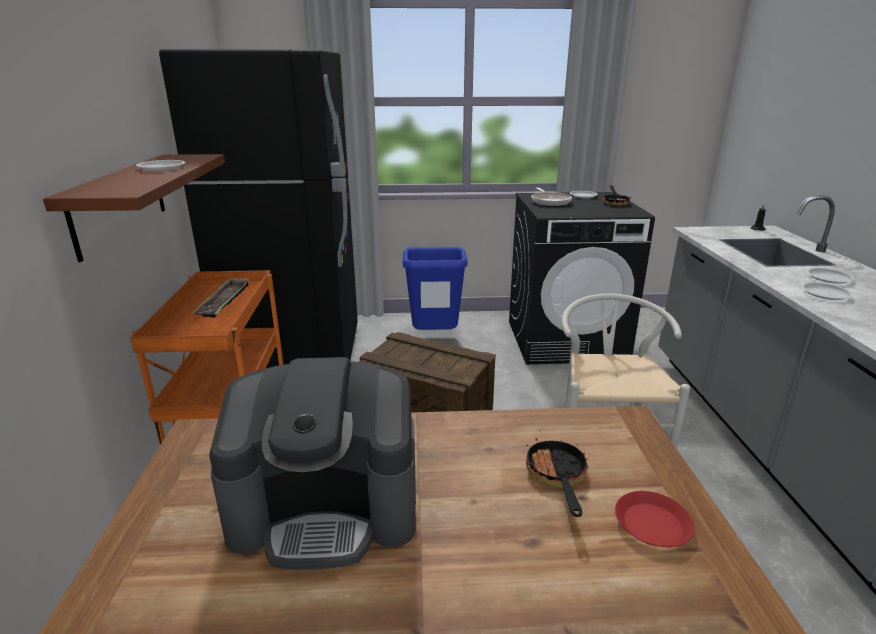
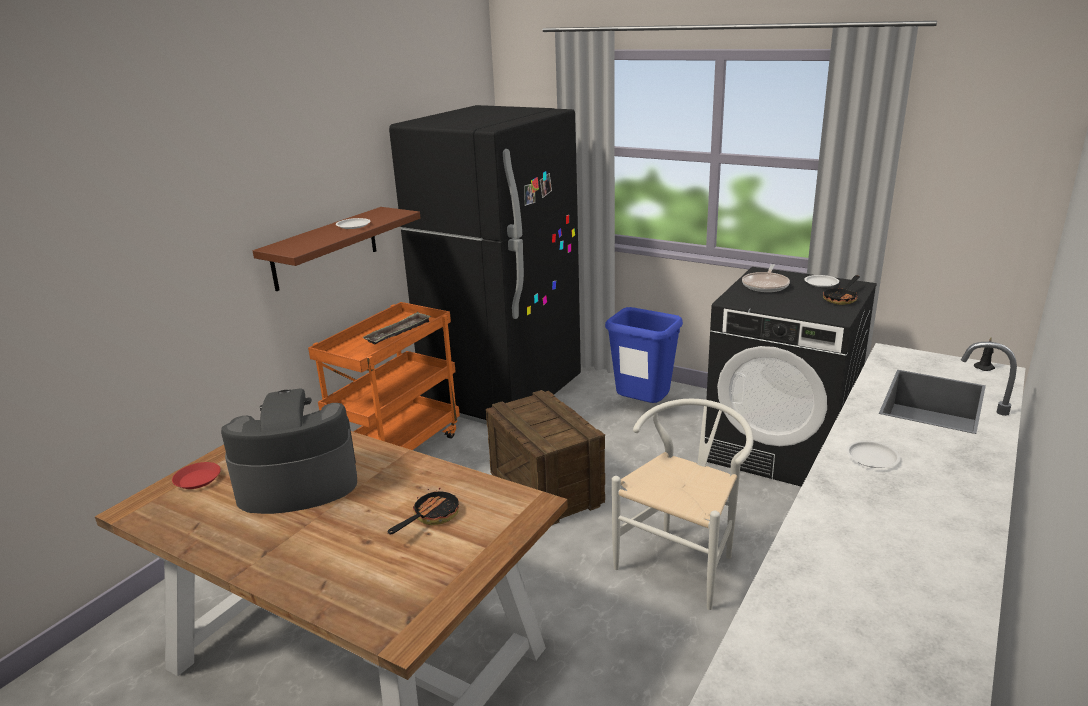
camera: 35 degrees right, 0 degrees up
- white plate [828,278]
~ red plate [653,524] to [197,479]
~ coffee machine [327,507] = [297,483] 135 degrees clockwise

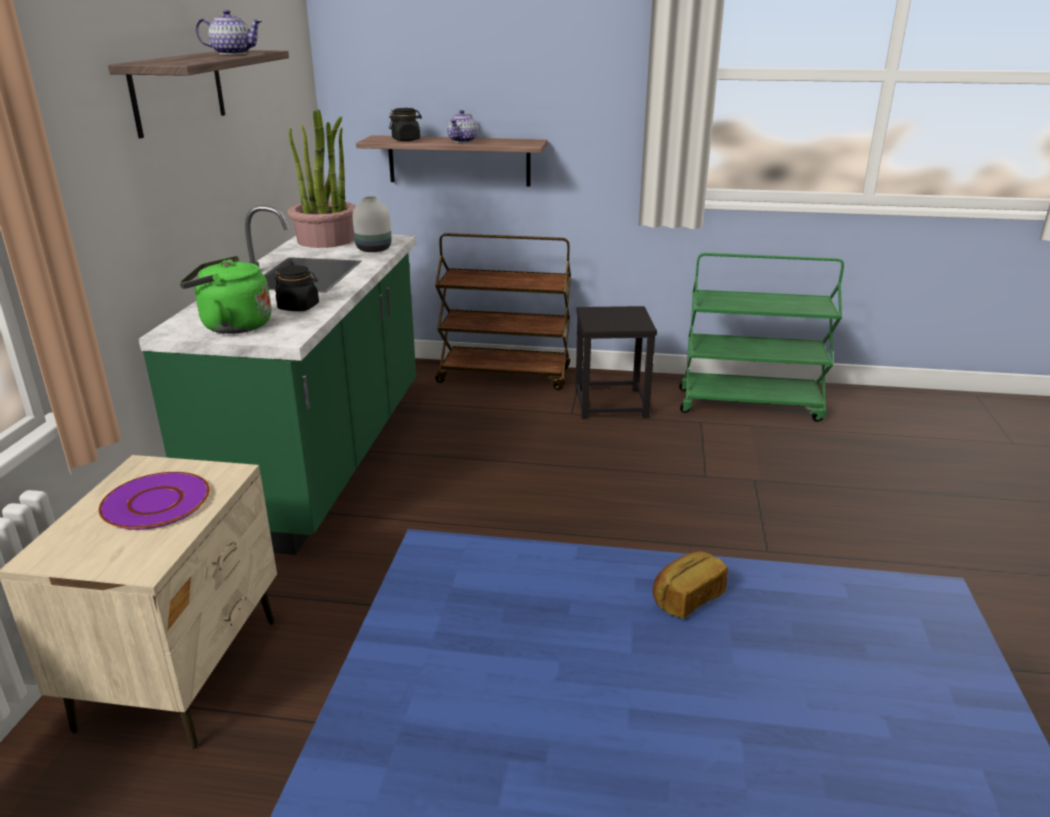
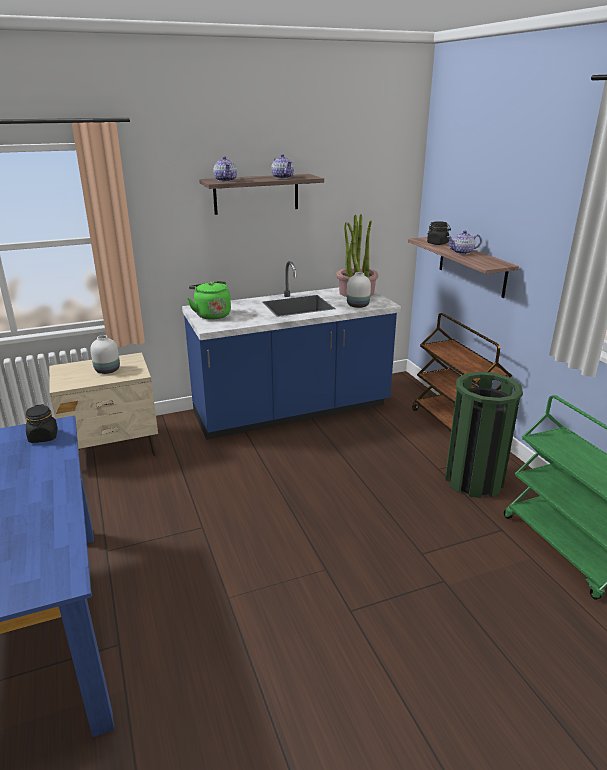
camera: 60 degrees right, 0 degrees up
- baked bread [686,598]
+ pot for tea [226,180]
~ black-coloured jar [299,307] to [43,437]
~ purple plate [155,503] to white vase [106,370]
~ black-coloured stool [610,404] to greenish trash can [473,480]
~ greenish kitchen counter [324,458] to blue-coloured kitchen counter [292,411]

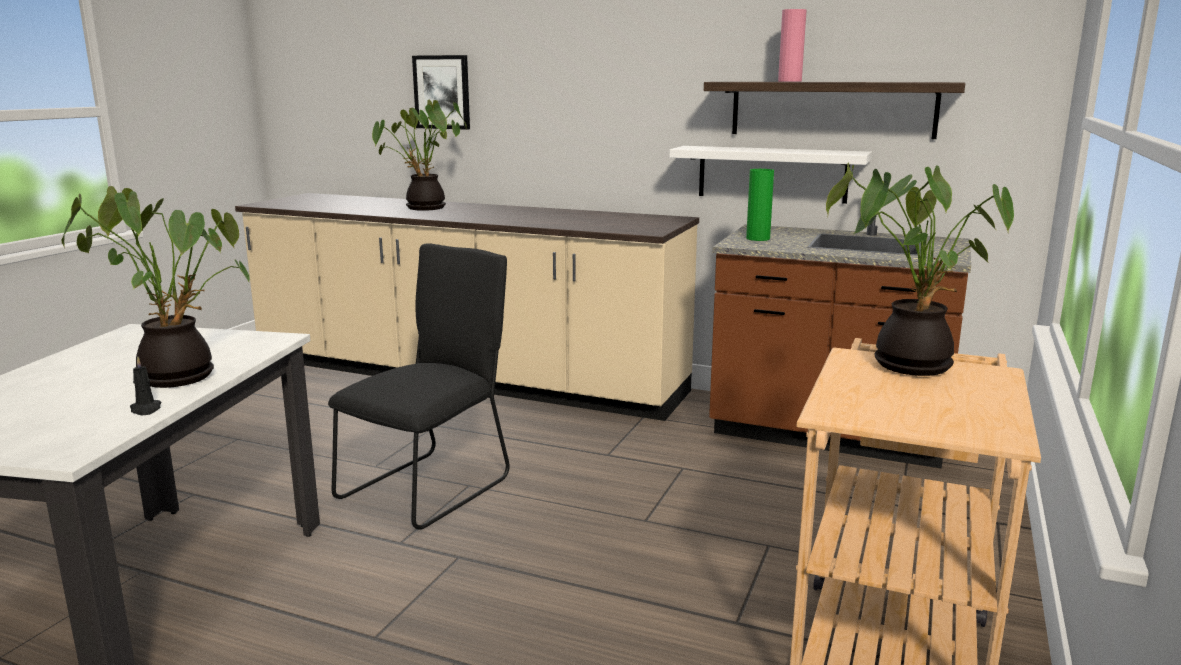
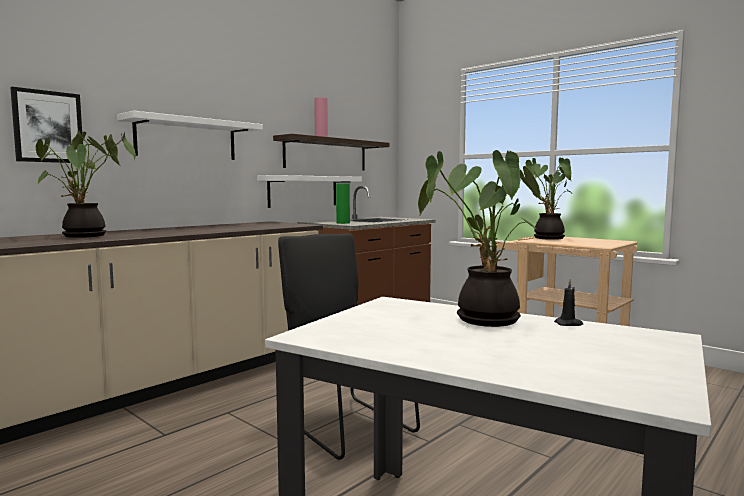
camera: 70 degrees left, 10 degrees down
+ white bracket shelf [186,139]

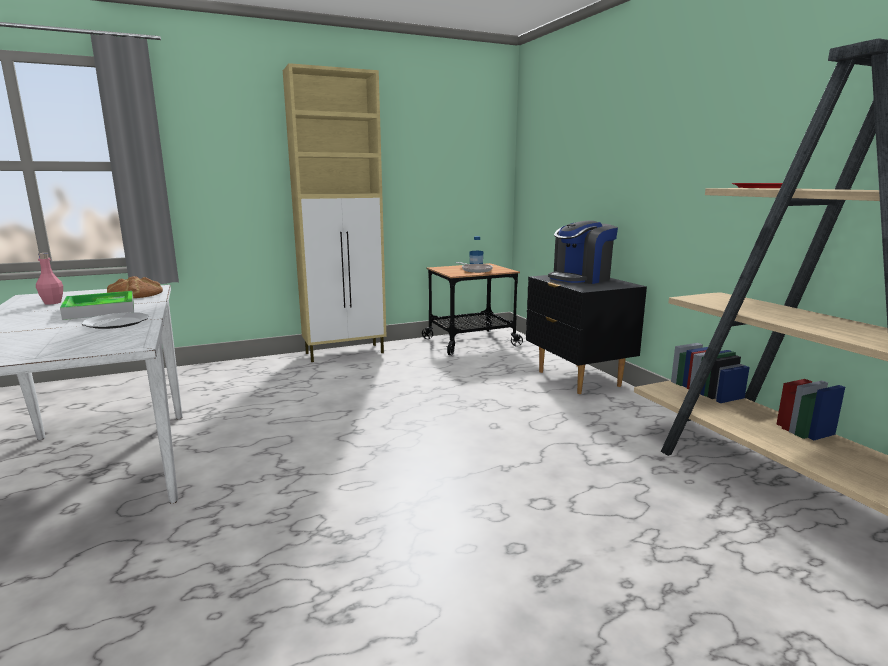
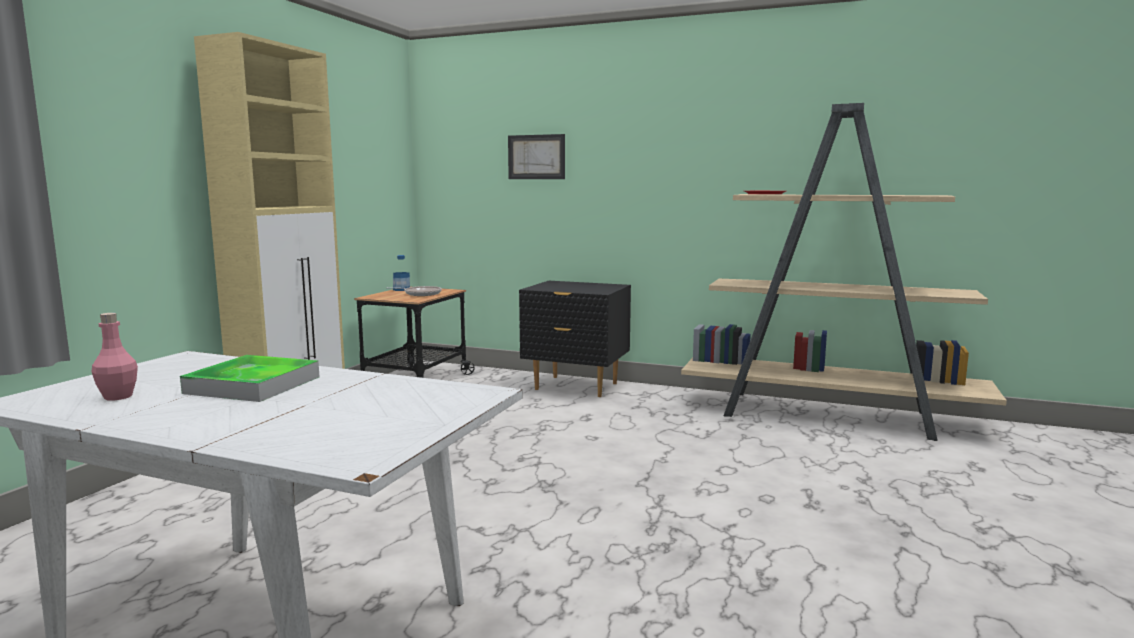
camera: 45 degrees left, 5 degrees down
- plate [117,323]
- baked bread [134,294]
- coffee machine [580,278]
+ wall art [536,157]

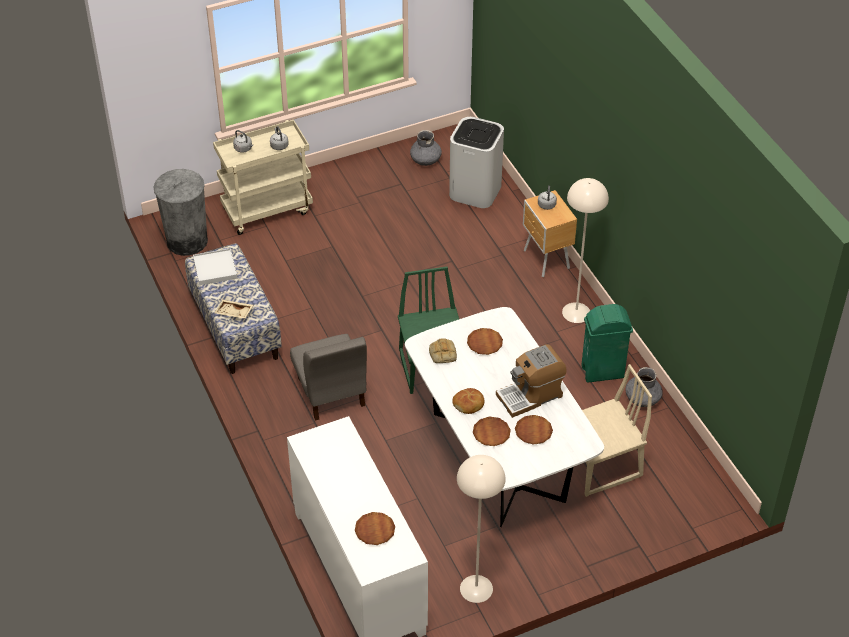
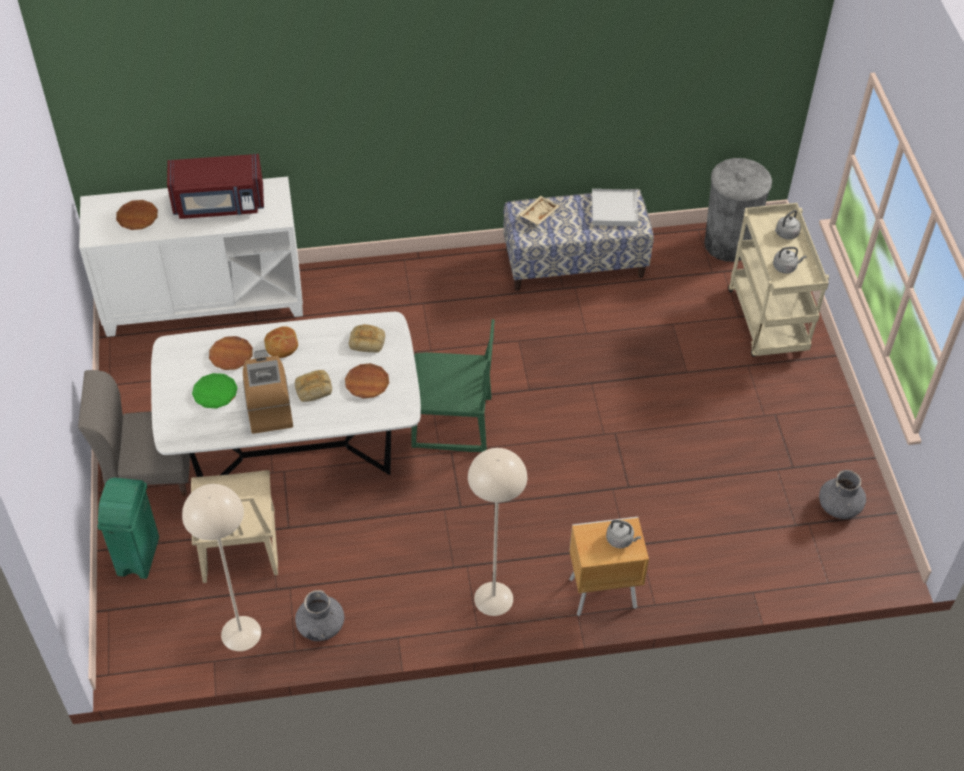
camera: 105 degrees right, 5 degrees up
- white trash can [475,191]
+ red microwave oven [219,204]
+ baked bread [313,389]
~ greyish upright chair [331,392] to [150,470]
~ beige standing lamp [476,589] to [240,633]
~ greenish trash can [603,372] to [138,557]
~ brown-coloured plate [533,431] to greenish plate [215,393]

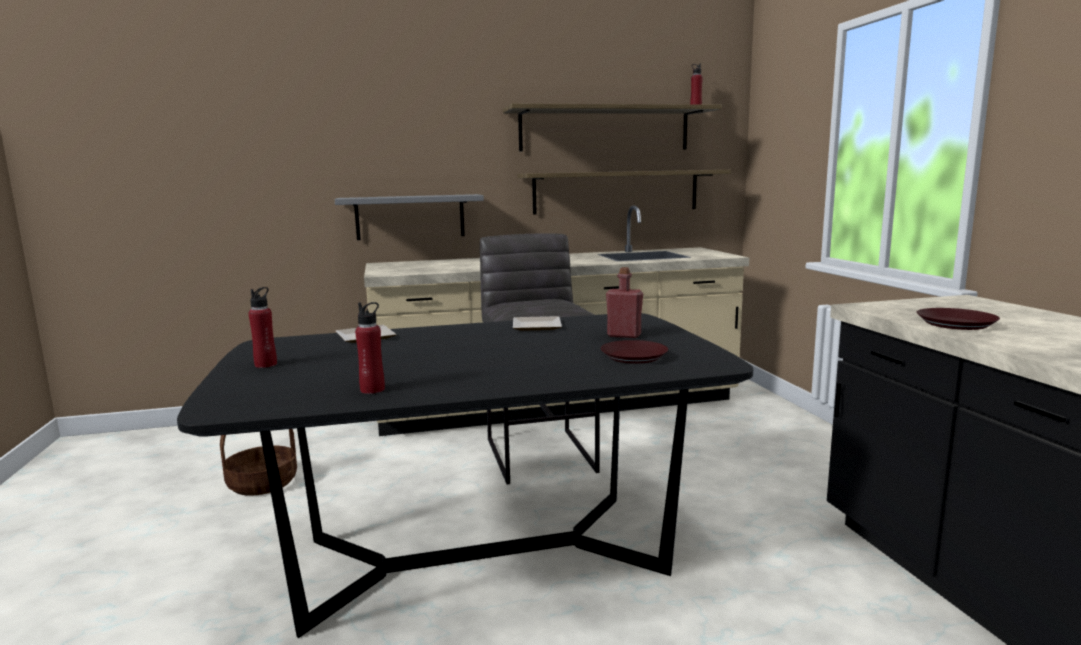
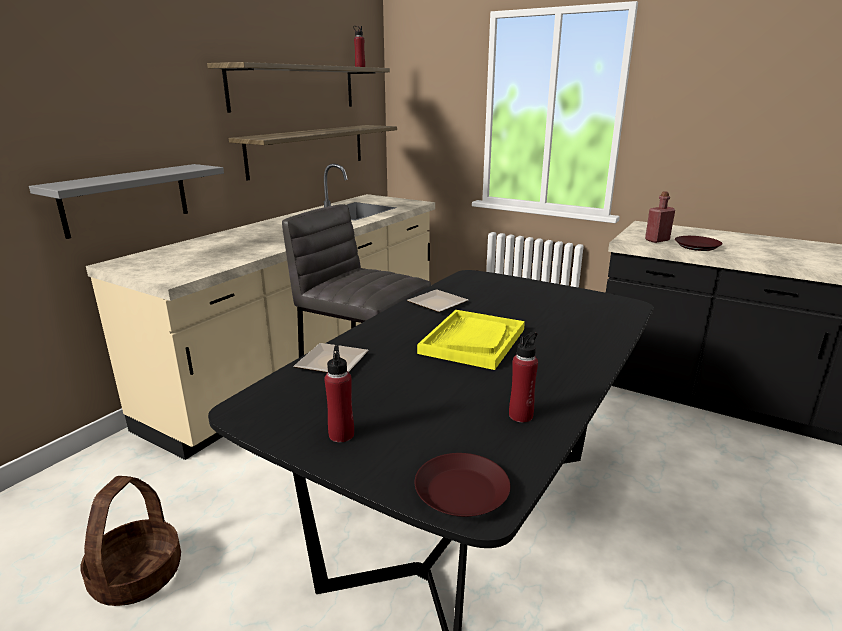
camera: 45 degrees left, 10 degrees up
+ yellow-coloured tray [472,341]
~ brown-coloured plate [634,357] to [461,491]
~ red beverage bottle [624,335] to [657,240]

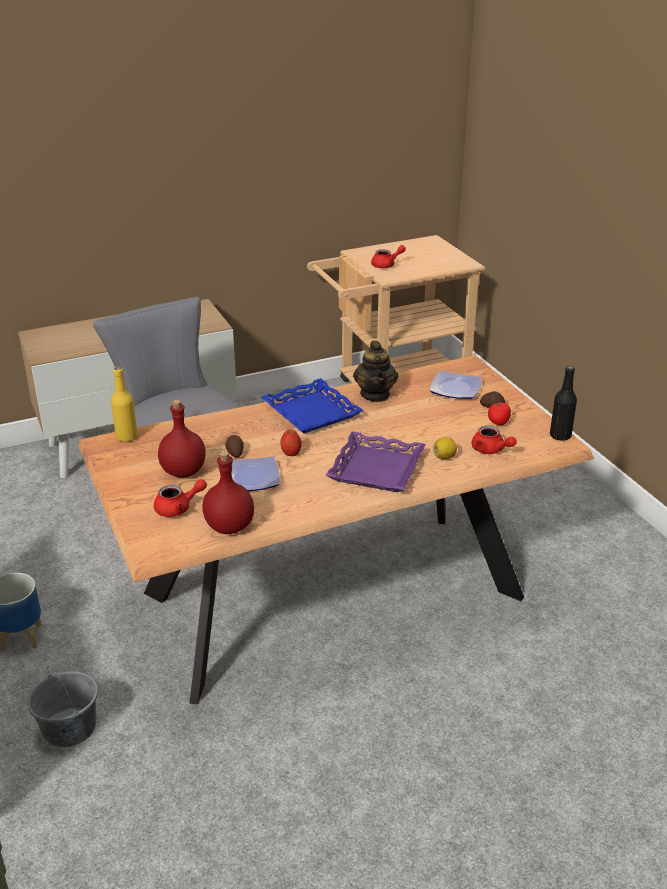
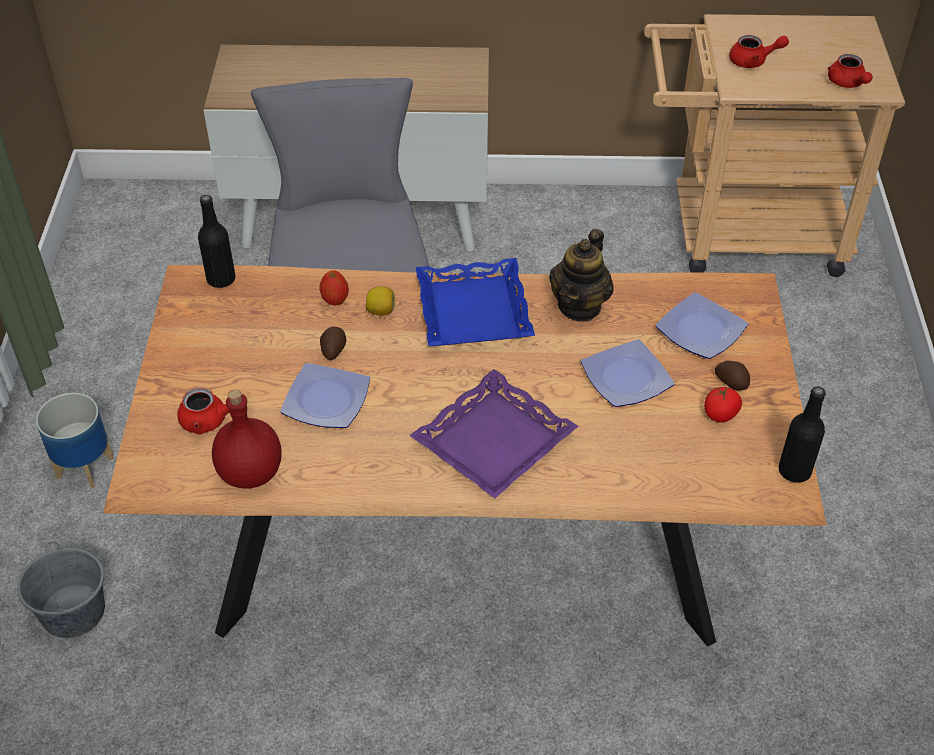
camera: 25 degrees right, 15 degrees up
- red beverage bottle [183,472]
+ plate [624,378]
~ whole apple [291,453] to [335,299]
~ citrus fruit [444,457] to [381,311]
~ red pot for tea [490,450] to [847,83]
~ yellow-coloured beverage bottle [126,437] to black-coloured beverage bottle [221,279]

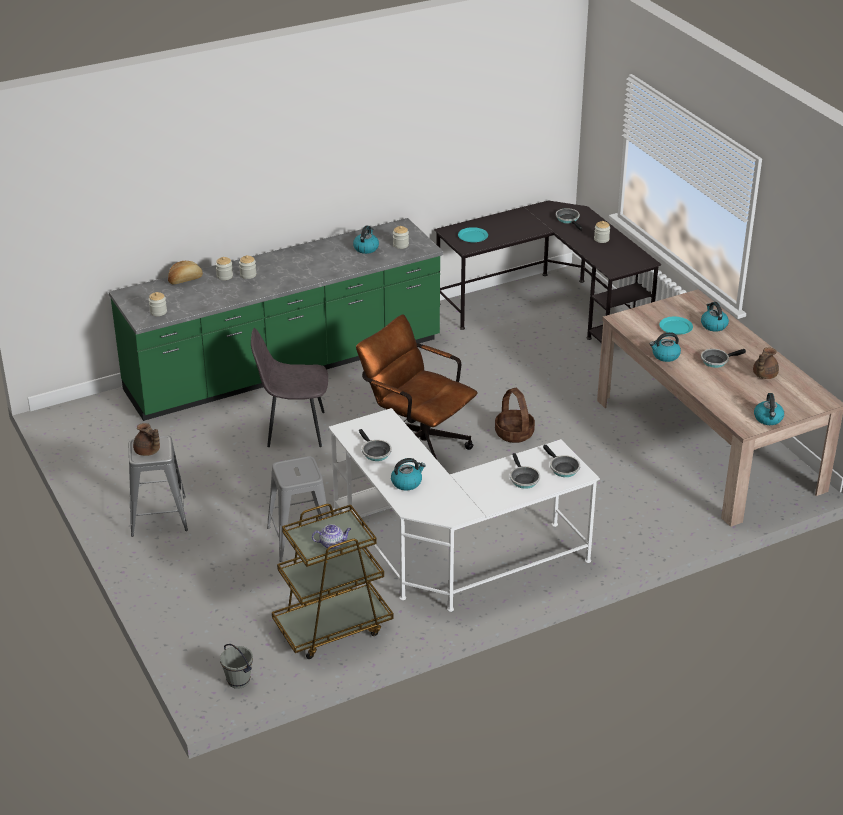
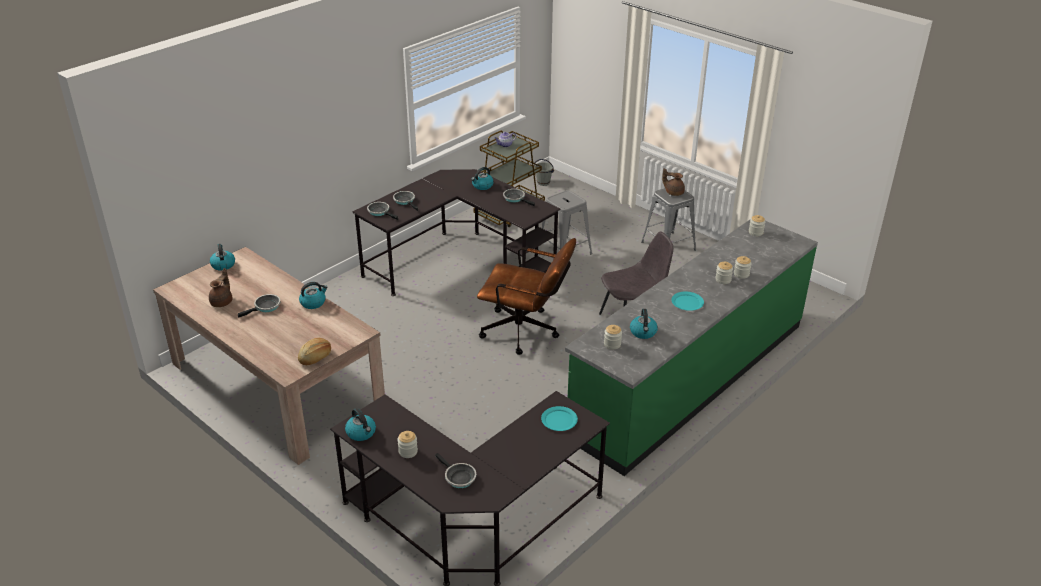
camera: 160 degrees right, 0 degrees up
- storage basket [514,433]
~ baked bread [185,280] to [316,357]
~ turquoise plate [675,327] to [687,302]
~ kettle [713,325] to [361,433]
~ white desk [450,553] to black-coloured desk [459,262]

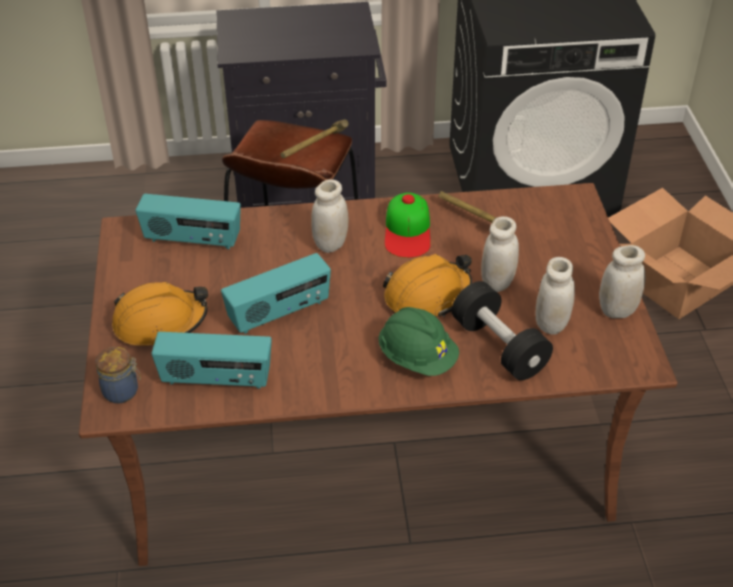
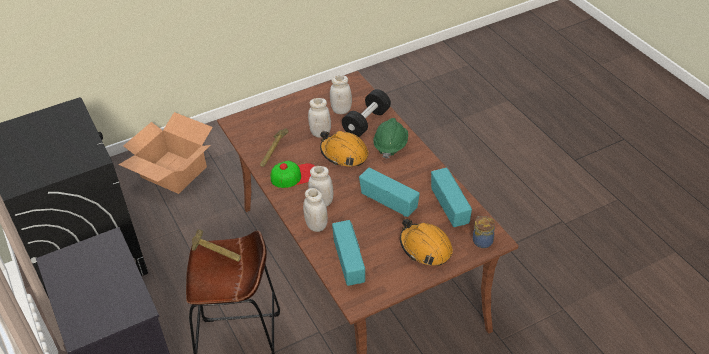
camera: 110 degrees left, 0 degrees up
~ white jar [617,310] to [316,226]

